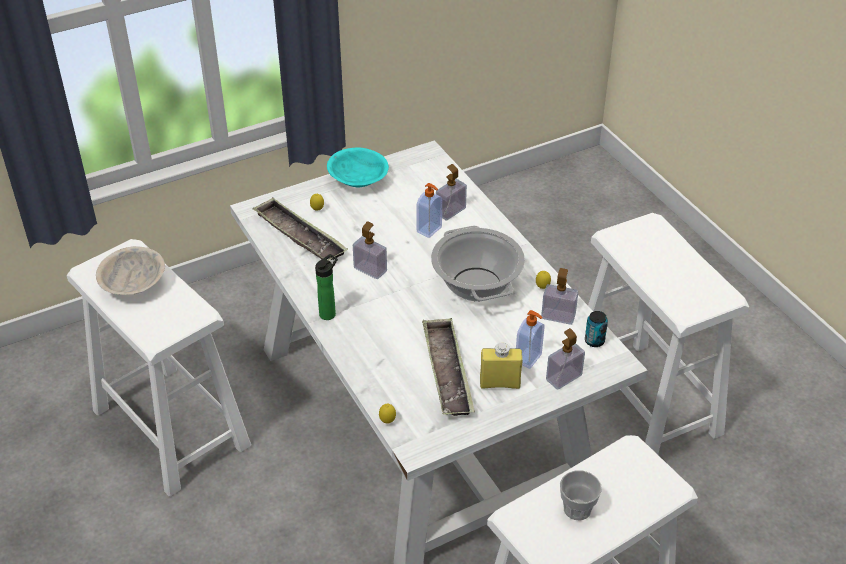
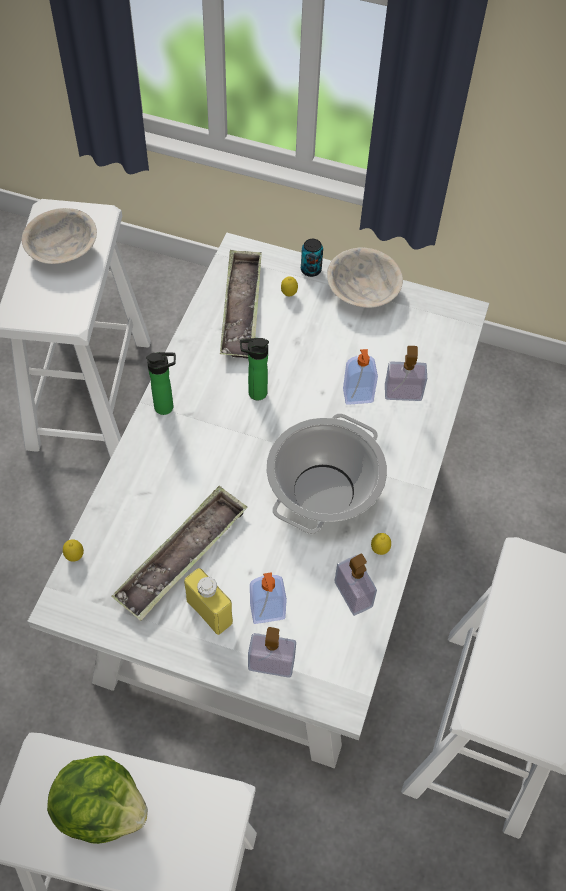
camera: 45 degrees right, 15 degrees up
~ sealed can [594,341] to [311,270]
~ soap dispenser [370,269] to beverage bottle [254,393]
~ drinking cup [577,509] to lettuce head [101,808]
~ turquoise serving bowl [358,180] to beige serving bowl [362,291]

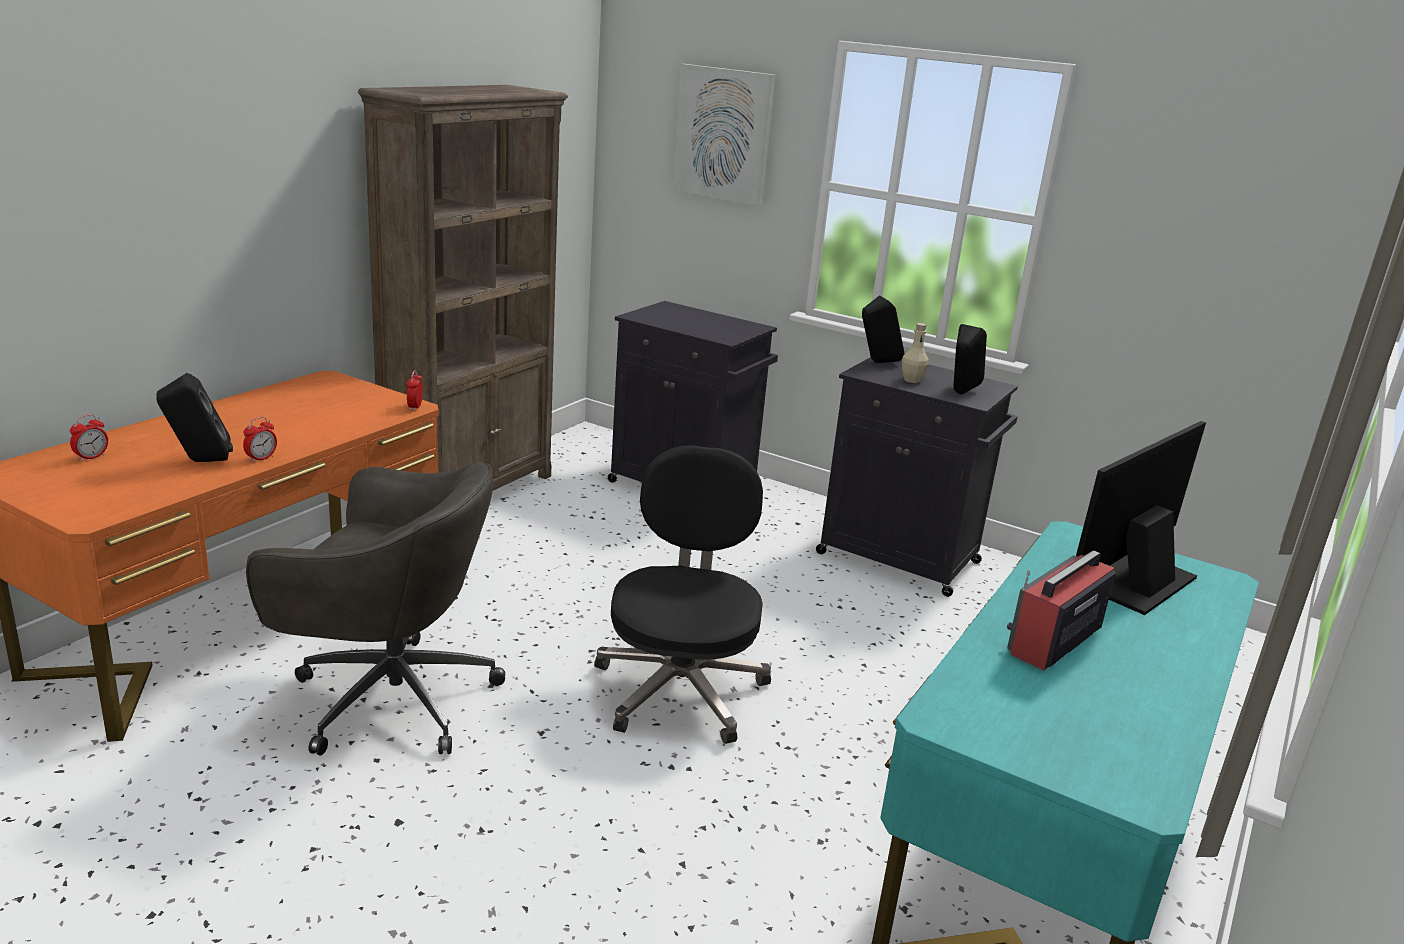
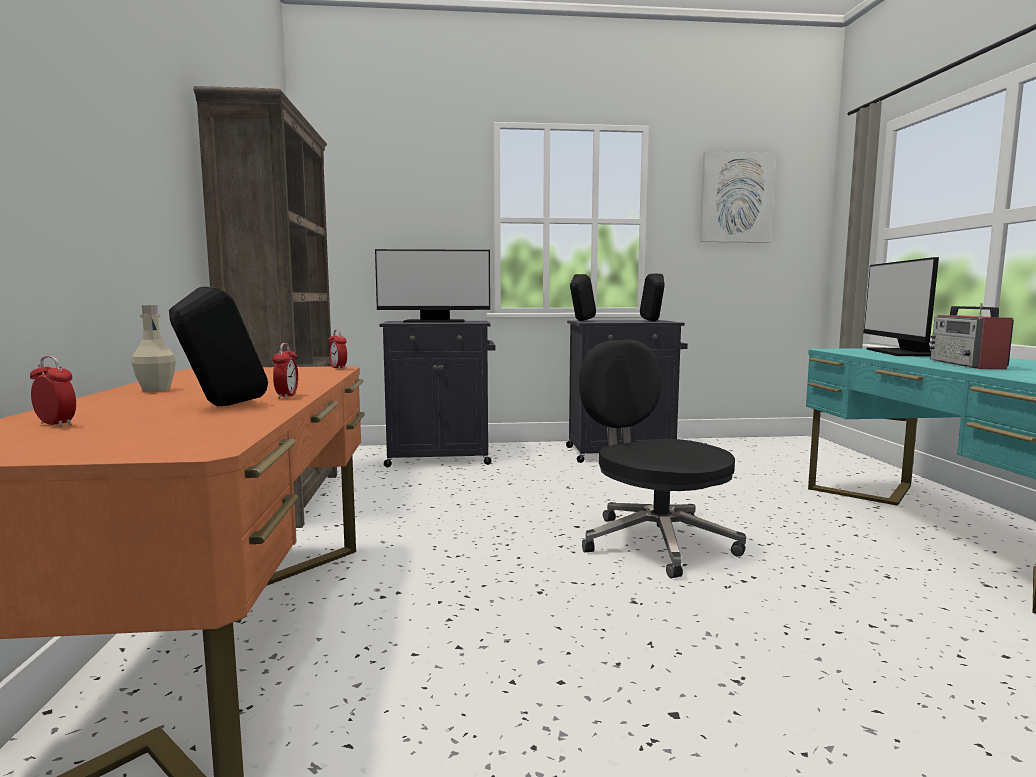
camera: 35 degrees left, 15 degrees down
- greyish computer chair [389,697]
+ computer screen [434,321]
~ wall art [723,134] to [736,198]
~ beige beverage bottle [912,380] to [156,390]
~ bedside clock [91,457] = [56,424] 60 degrees counterclockwise

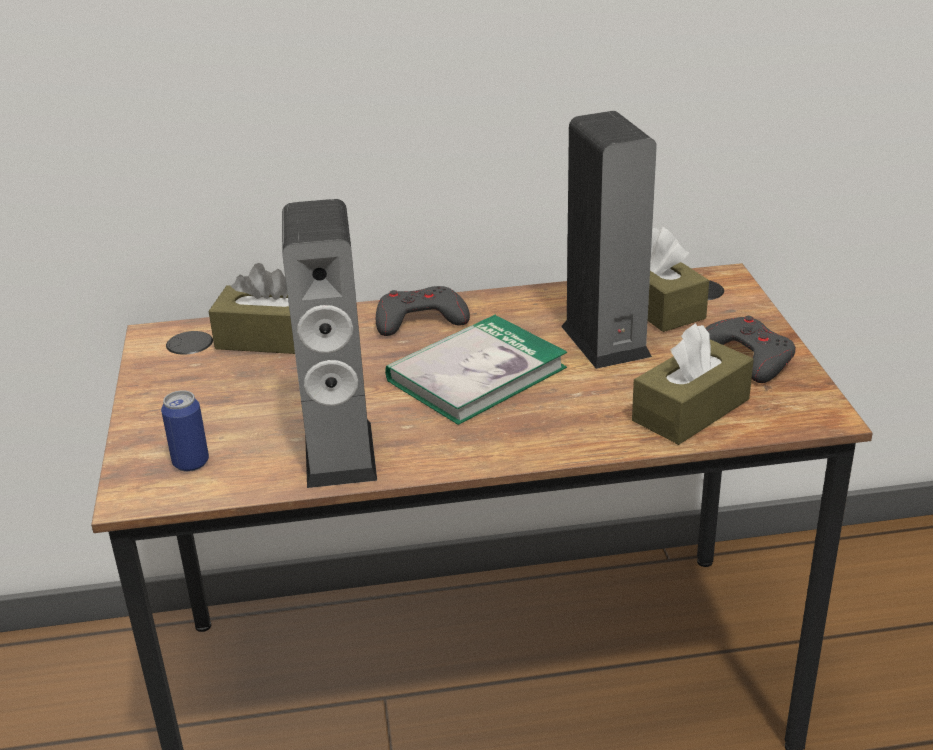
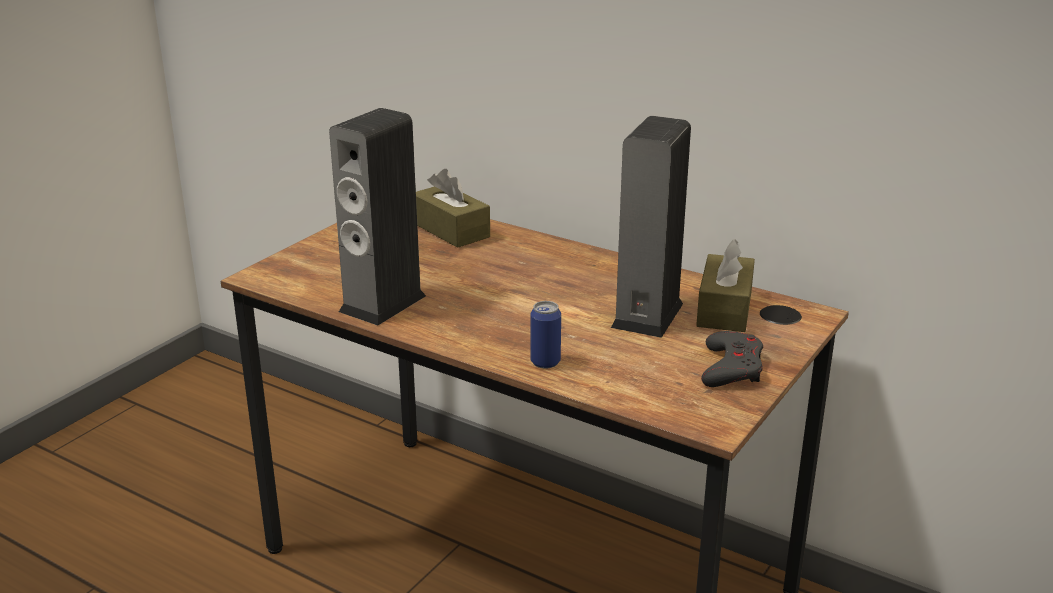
camera: 40 degrees right, 5 degrees down
- greyish game controller [420,319]
- book [476,374]
- brown-coloured tissue holder [691,410]
~ sealed can [191,462] to [545,362]

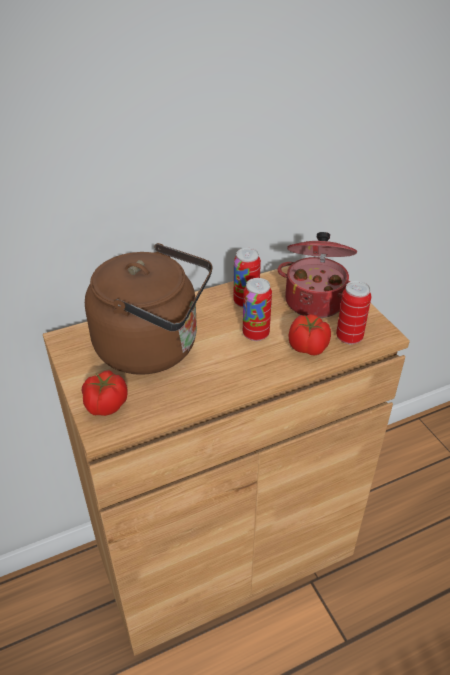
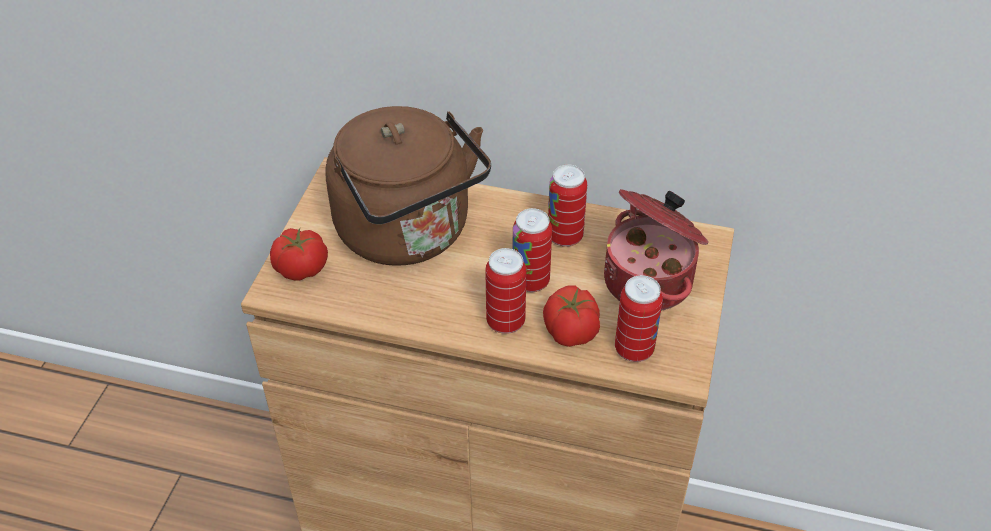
camera: 40 degrees right, 5 degrees up
+ sealed can [505,322]

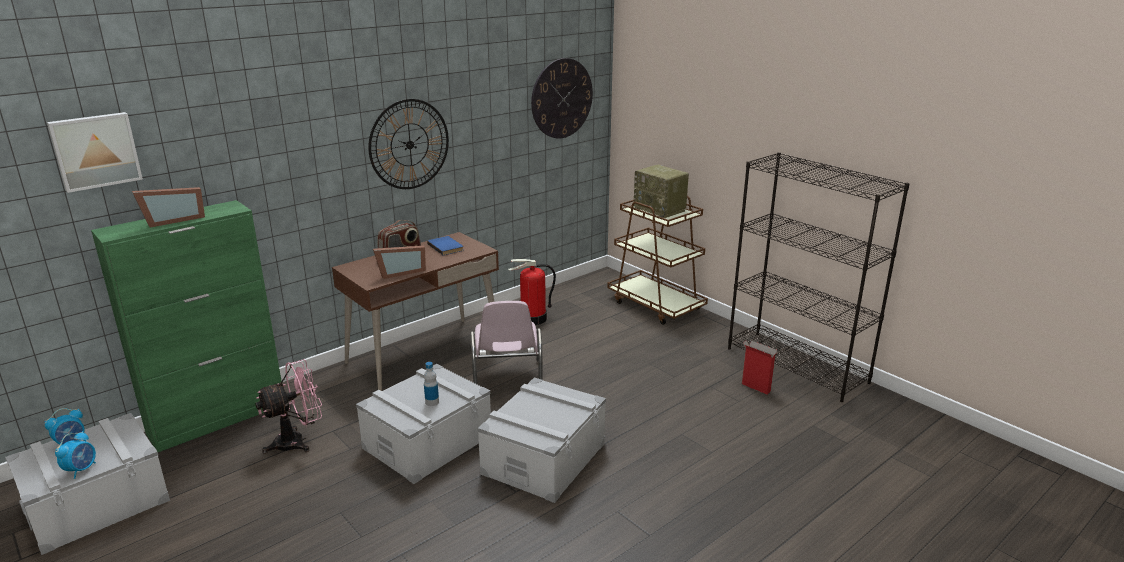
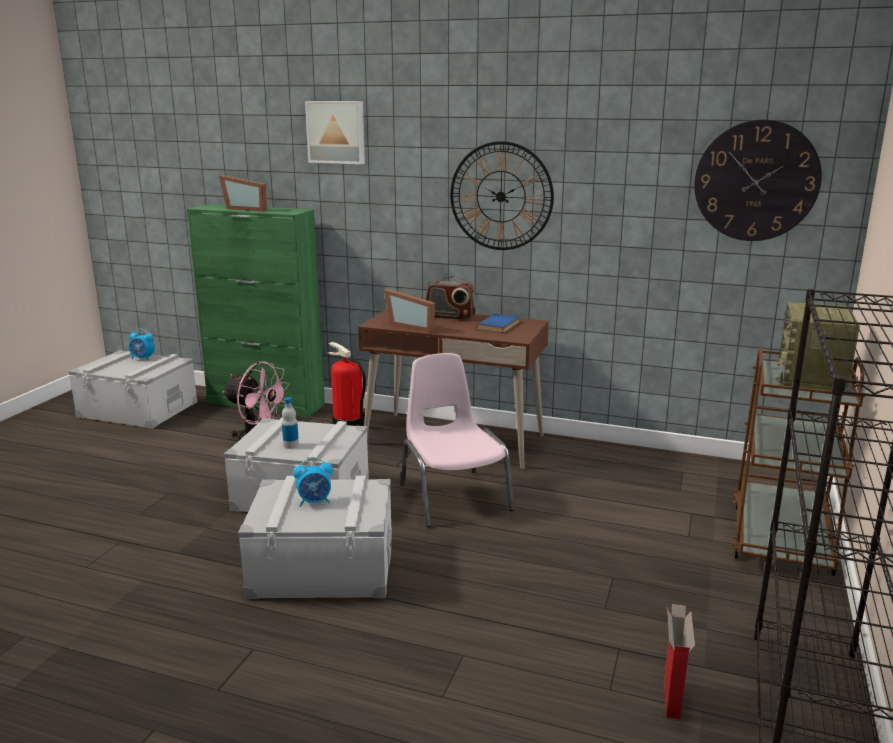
camera: 60 degrees right, 5 degrees down
~ wall art [95,151] to [336,132]
~ bedside clock [81,469] to [315,502]
~ extinguisher [533,319] to [348,424]
~ pink-coloured upright chair [507,381] = [453,496] 105 degrees clockwise

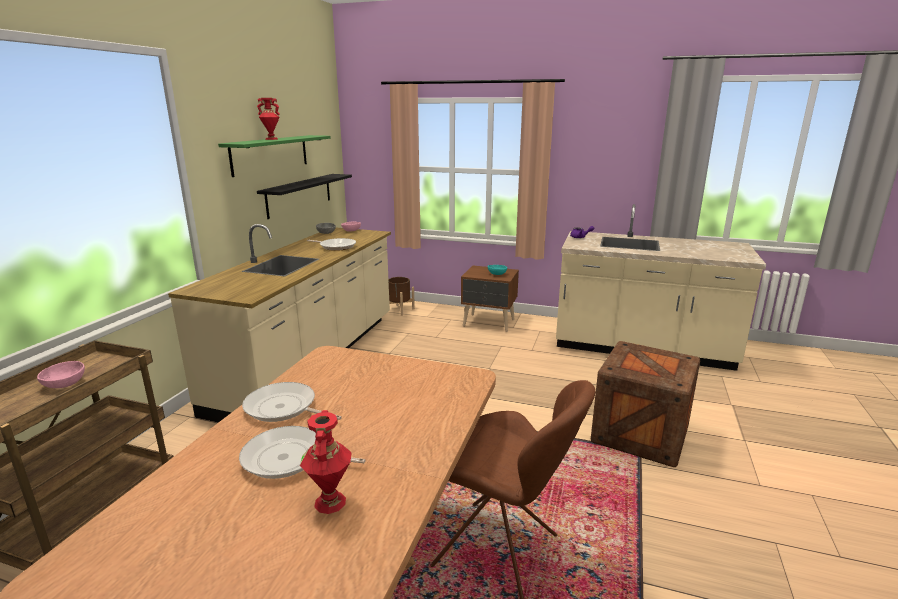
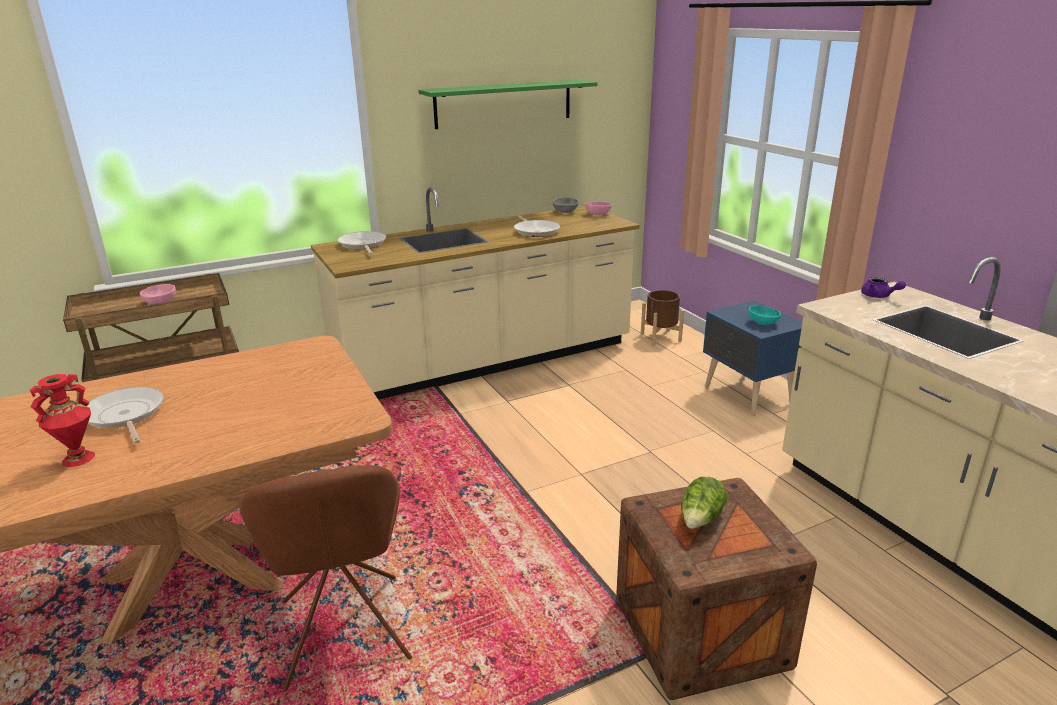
camera: 45 degrees right, 5 degrees up
- red vase [271,139]
- black-coloured bracket shelf [299,195]
+ lettuce head [701,519]
~ frying pan [284,408] to [362,245]
~ brown-coloured bedside table [489,323] to blue-coloured bedside table [747,395]

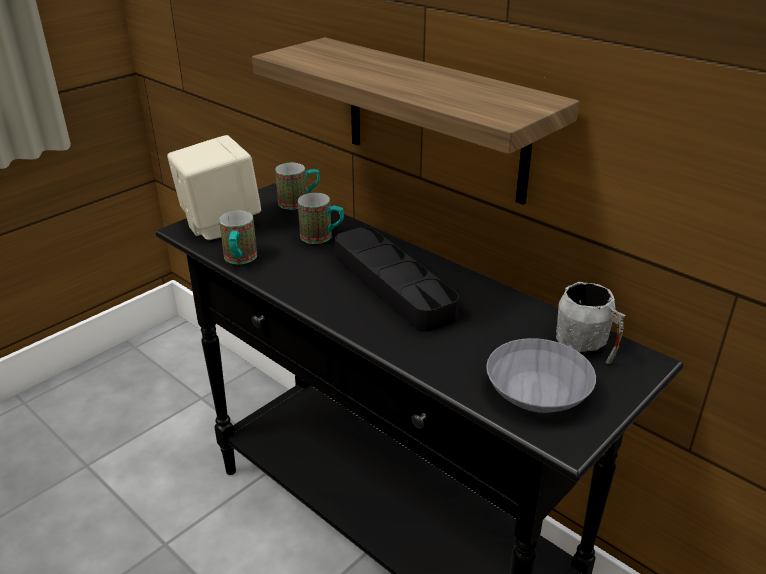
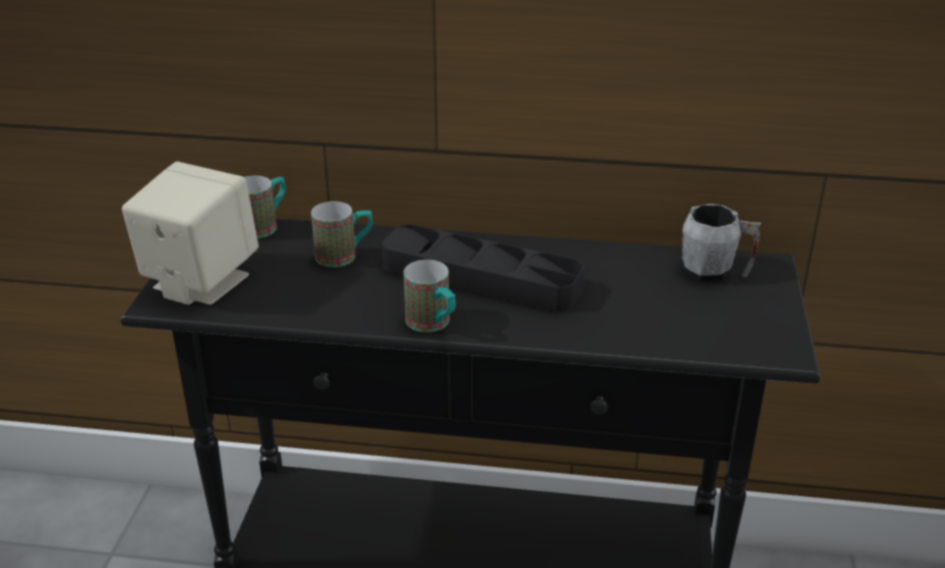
camera: 35 degrees left, 0 degrees up
- bracket shelf [434,119]
- greyish serving bowl [537,390]
~ coffee mug [239,260] to [433,325]

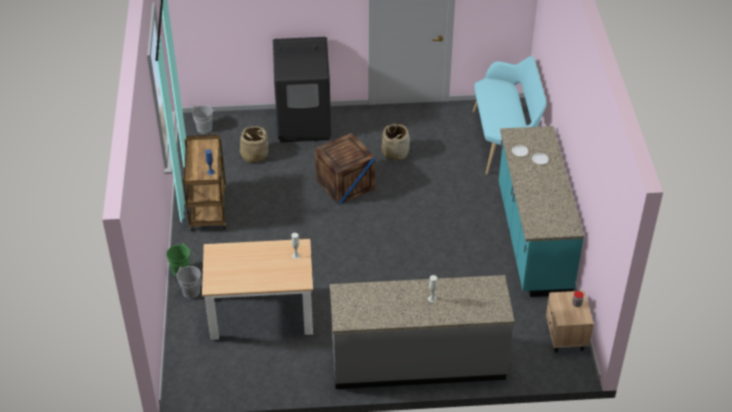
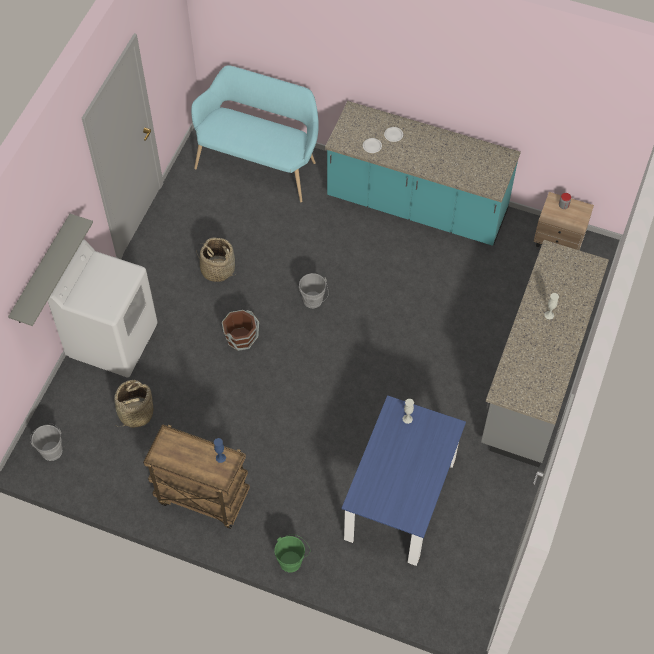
camera: 65 degrees left, 15 degrees up
+ greyish bracket shelf [42,271]
~ greyish pail [189,293] to [313,302]
~ shipping crate [345,184] to brown-coloured pail [241,338]
~ beige kitchen table [261,313] to blue-coloured kitchen table [400,499]
~ black-coloured washing machine [304,124] to white washing machine [113,340]

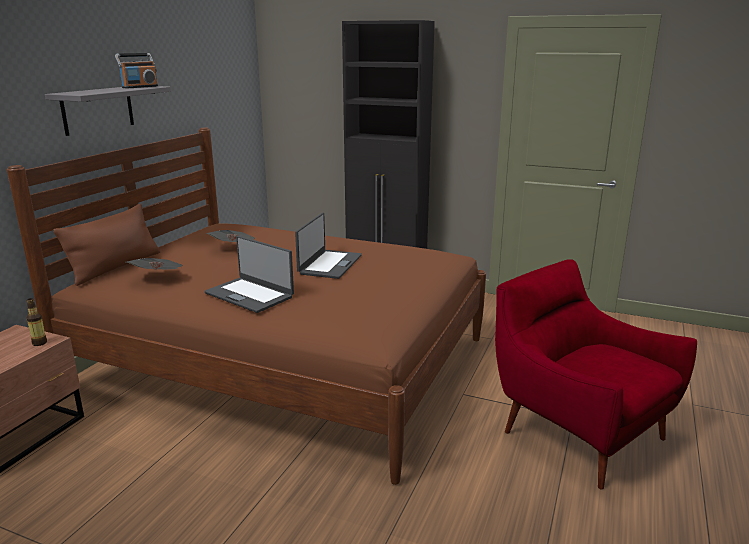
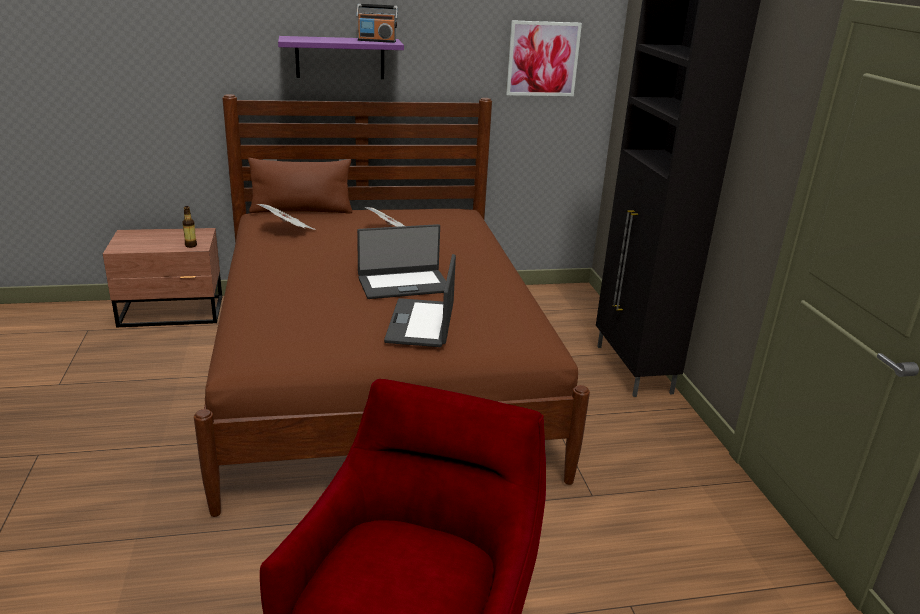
camera: 55 degrees right, 5 degrees up
+ wall art [542,59]
~ notebook computer [250,295] to [422,323]
~ greyish bracket shelf [98,109] to purple bracket shelf [340,58]

